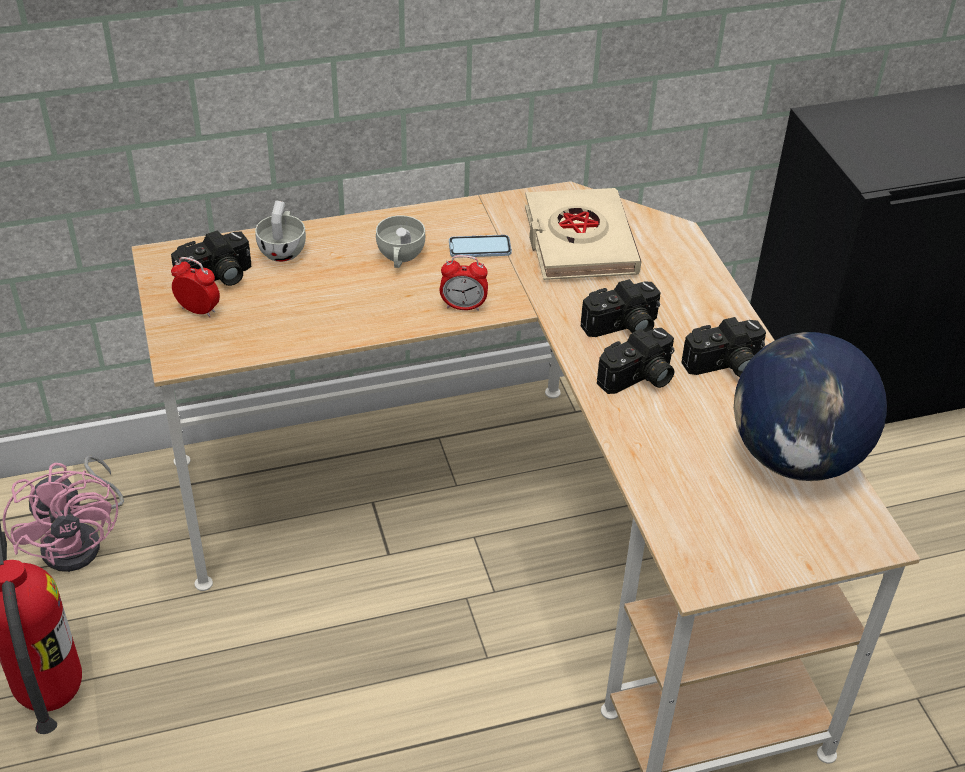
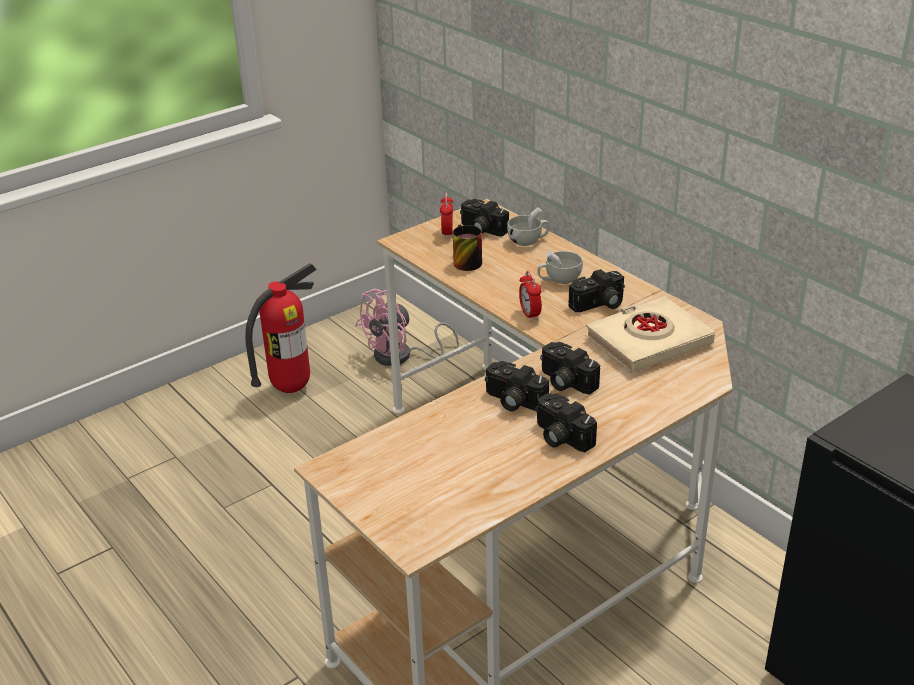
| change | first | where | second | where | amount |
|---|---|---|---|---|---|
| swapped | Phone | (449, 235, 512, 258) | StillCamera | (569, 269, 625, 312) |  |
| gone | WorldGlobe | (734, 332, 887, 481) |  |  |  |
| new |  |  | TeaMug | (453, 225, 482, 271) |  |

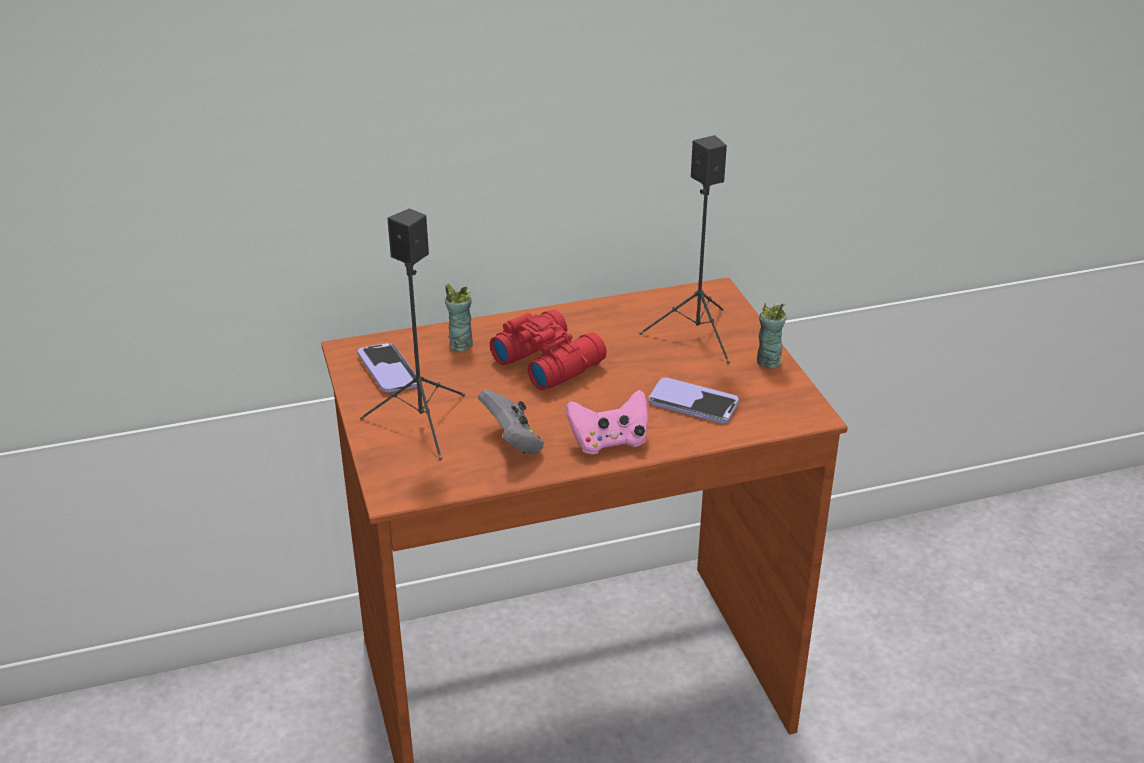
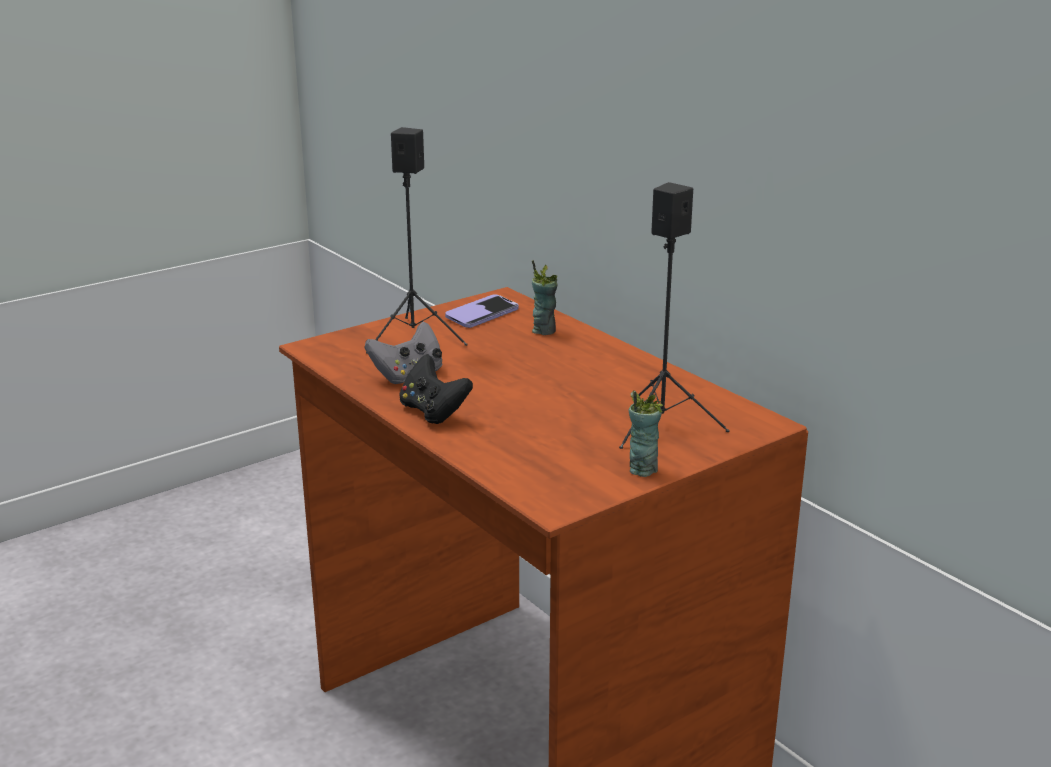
| change | first | where | second | where | amount |
|---|---|---|---|---|---|
| gone | RedBinoculars | (490, 310, 607, 390) |  |  |  |
| repainted | PinkishGamepad | (566, 390, 648, 455) | BlackishGamepad | (399, 354, 473, 424) |  |
| gone | Phone | (649, 378, 739, 424) |  |  |  |

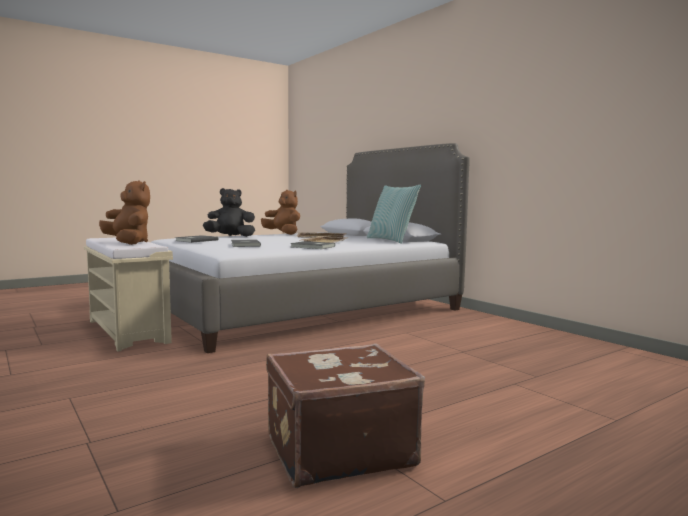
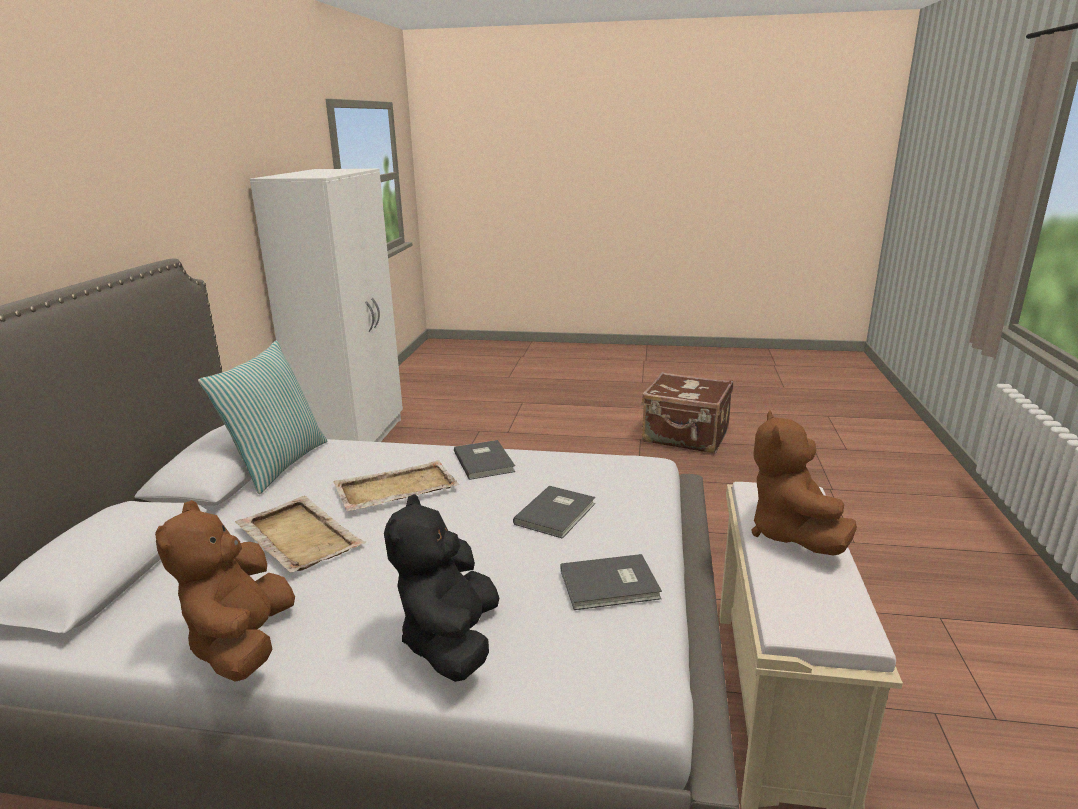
| change | first | where | second | where | amount |
|---|---|---|---|---|---|
| rotated | BlackishPlushToy | (203, 188, 255, 237) |  | (384, 494, 499, 682) | 60 degrees clockwise |
| new |  |  | WhiteColouredArmoire | (250, 169, 403, 442) |  |

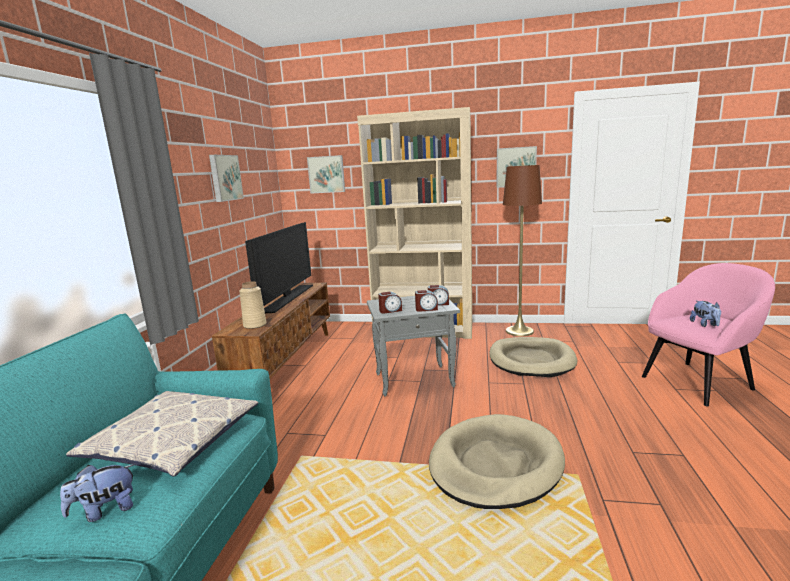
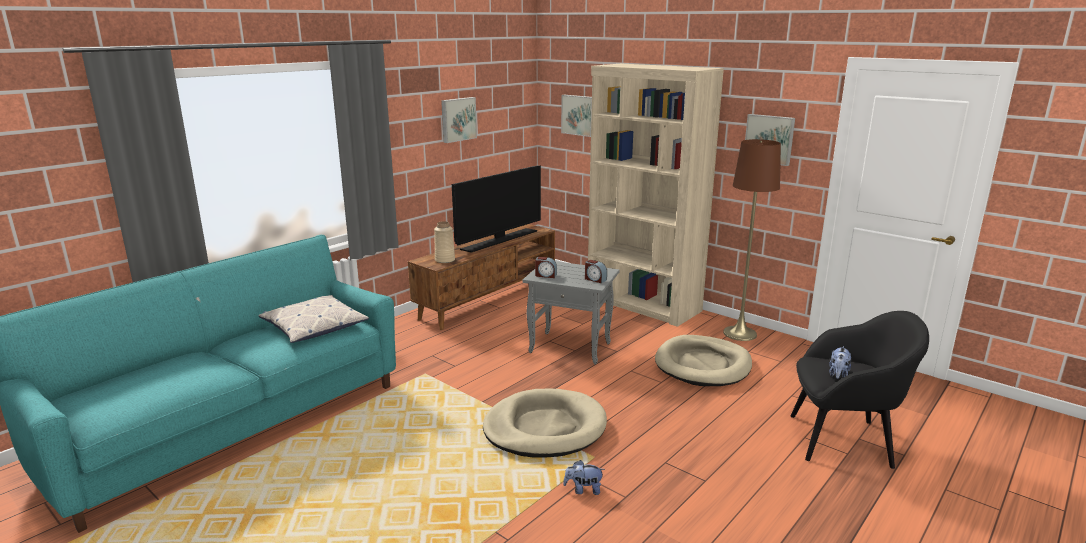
| change | first | where | second | where | amount |
|---|---|---|---|---|---|
| shifted | PlushToy | (60, 465, 134, 522) |  | (563, 460, 605, 495) |  |
| gone | BedsideClock | (415, 290, 438, 312) |  |  |  |
| repainted | PinkishArmchair | (642, 263, 775, 407) | BlackishArmchair | (791, 311, 929, 469) |  |

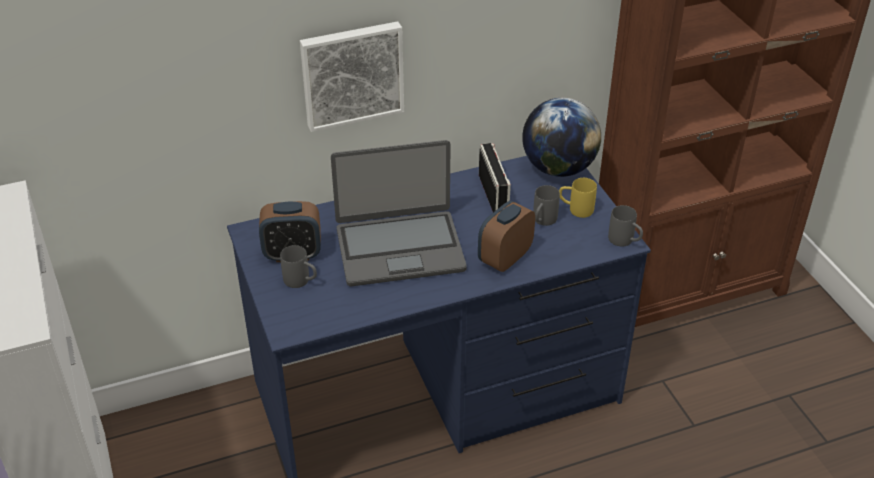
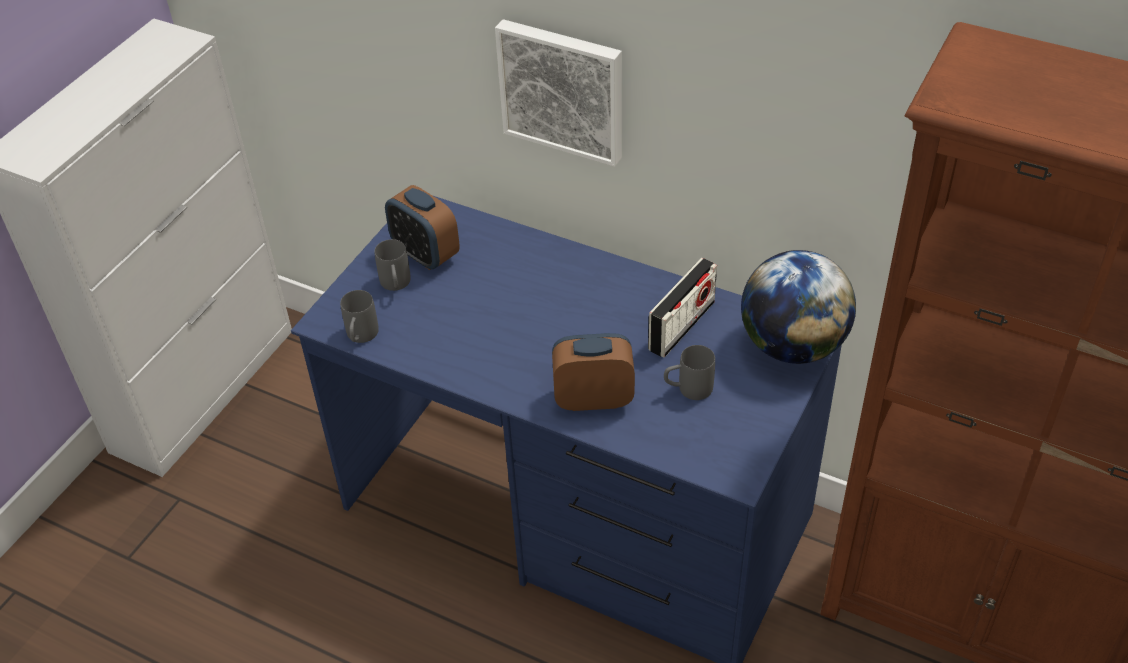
| change | first | where | second | where | amount |
|---|---|---|---|---|---|
| gone | PortableComputer | (331, 140, 467, 286) |  |  |  |
| gone | YellowColouredTeaMug | (559, 178, 597, 218) |  |  |  |
| shifted | GreyishTeaMug | (608, 205, 643, 246) |  | (340, 290, 379, 343) |  |

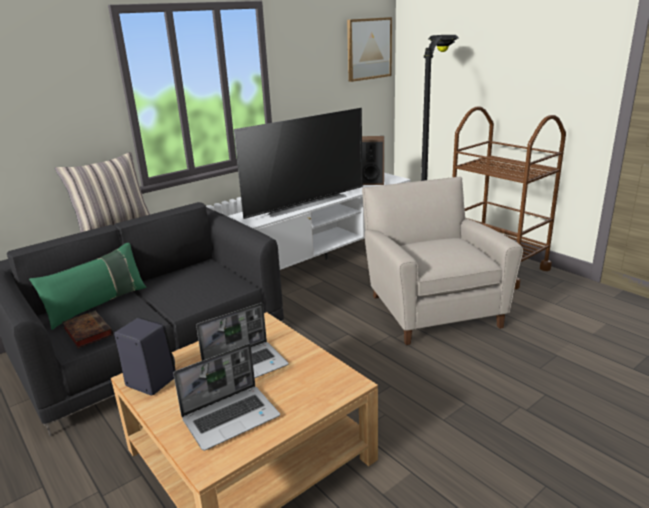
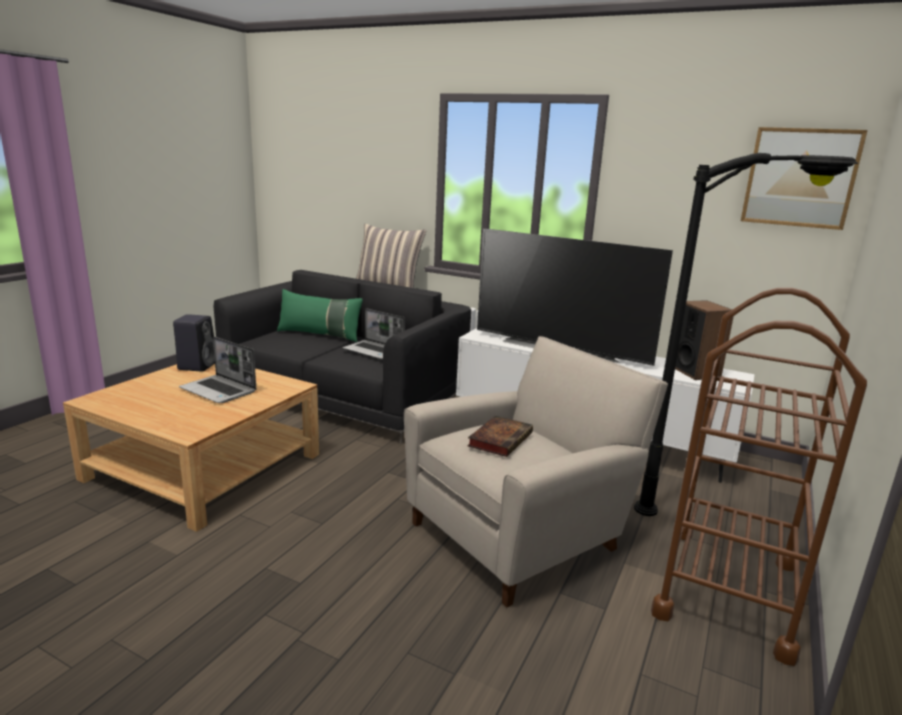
| change | first | where | second | where | amount |
|---|---|---|---|---|---|
| shifted | Book | (62, 311, 113, 348) |  | (467, 416, 533, 457) |  |
| shifted | PortableComputer | (173, 343, 280, 451) |  | (343, 308, 405, 359) |  |

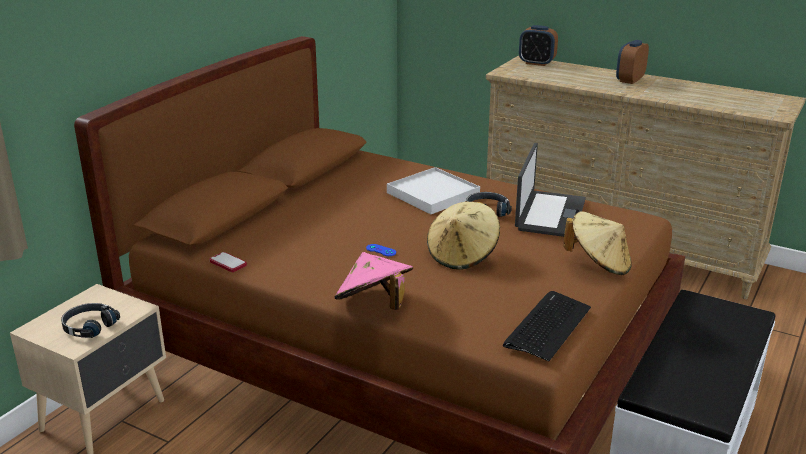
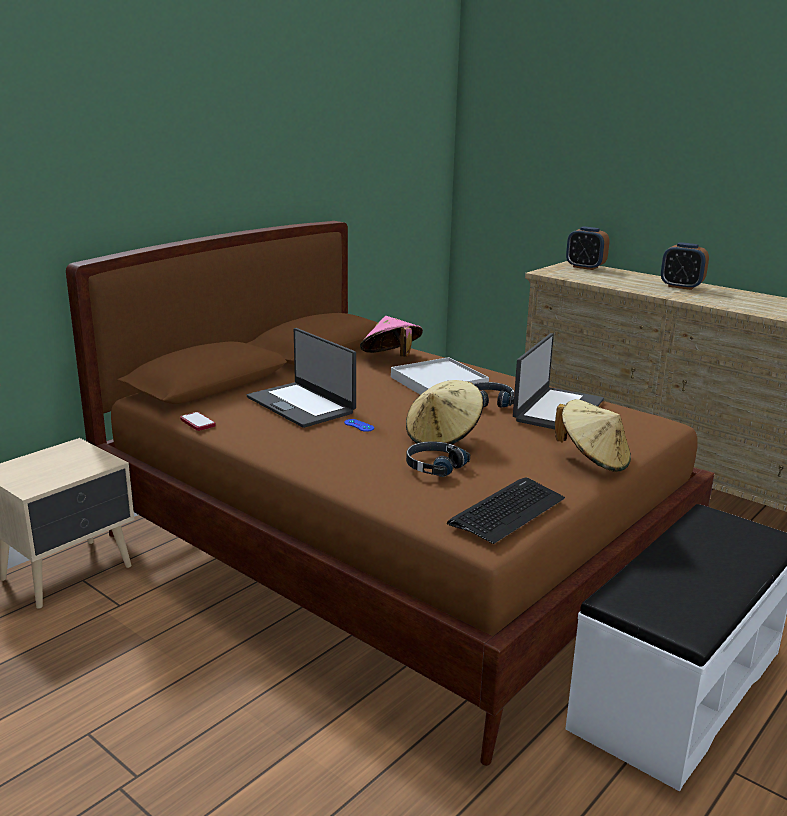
| change | first | where | second | where | amount |
|---|---|---|---|---|---|
| shifted | BlackishHeadphones | (61, 303, 120, 338) |  | (406, 441, 470, 477) |  |
| shifted | PinkishWearableHat | (335, 252, 413, 310) |  | (360, 316, 423, 357) |  |
| rotated | BedsideClock | (616, 40, 649, 84) |  | (661, 242, 709, 290) | 105 degrees counterclockwise |
| new |  |  | PortableComputer | (247, 328, 356, 428) |  |

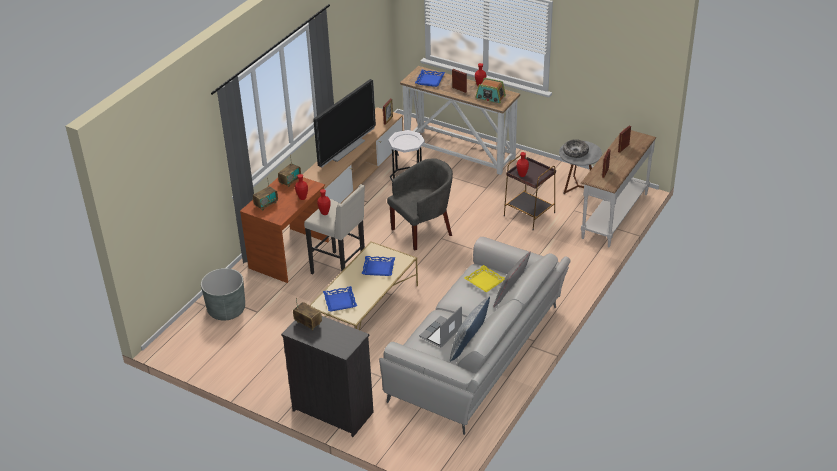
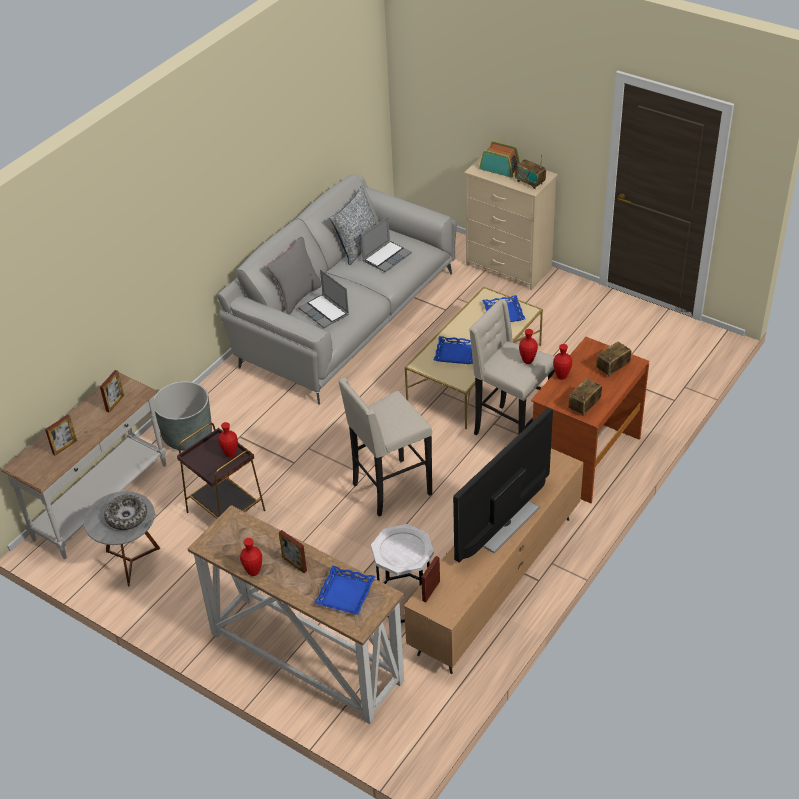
| change | first | where | second | where | amount |
|---|---|---|---|---|---|
| shifted | GreyishPlantPot | (201, 268, 245, 321) |  | (154, 381, 212, 450) |  |
| repainted | BlackishDresser | (281, 316, 374, 437) | BeigeDresser | (464, 156, 558, 290) |  |
| swapped | GreyishArmchair | (387, 158, 453, 250) | BeigeStoolSeat | (338, 378, 432, 517) |  |
| swapped | YellowColouredServingTray | (464, 265, 505, 292) | PortableComputer | (298, 269, 349, 328) |  |
| shifted | RadioSet | (475, 78, 506, 103) |  | (479, 141, 520, 178) |  |

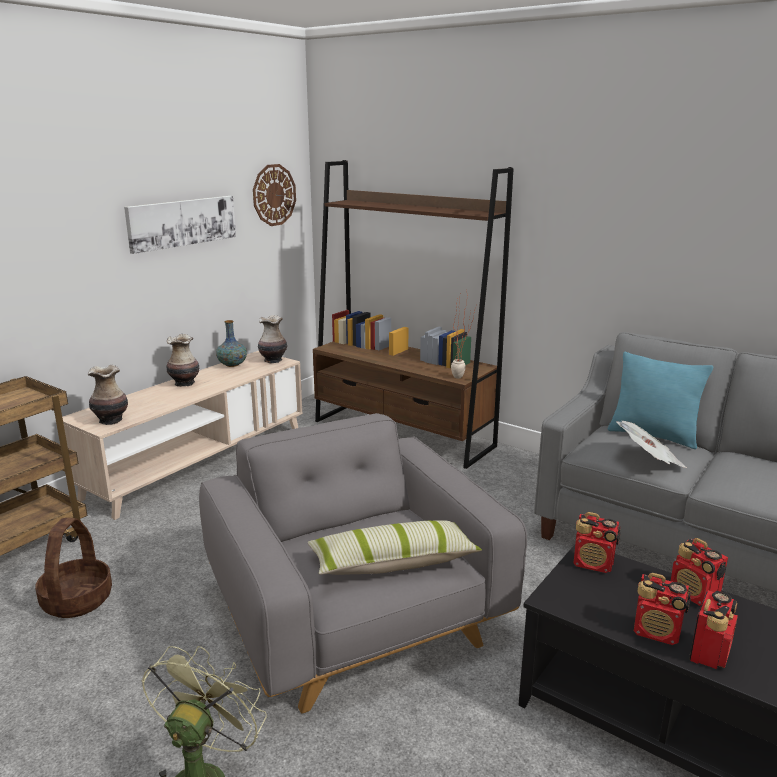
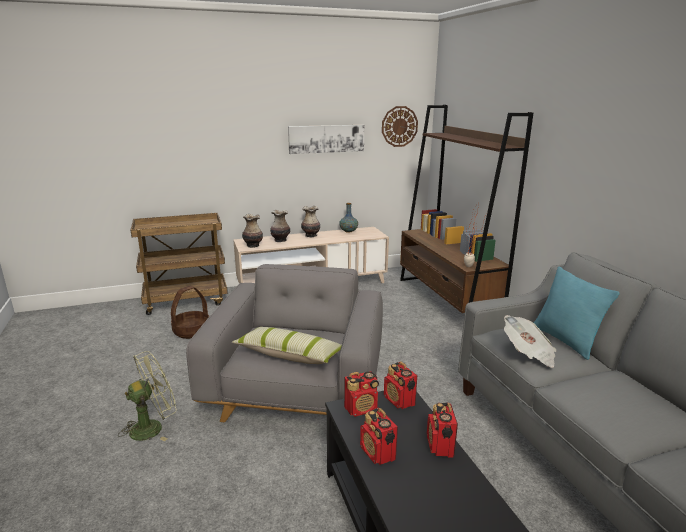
| change | first | where | second | where | amount |
|---|---|---|---|---|---|
| shifted | DecorativeVase | (258, 315, 287, 363) |  | (270, 210, 290, 242) |  |
| shifted | RadioSet | (690, 590, 738, 669) |  | (344, 371, 379, 417) |  |

